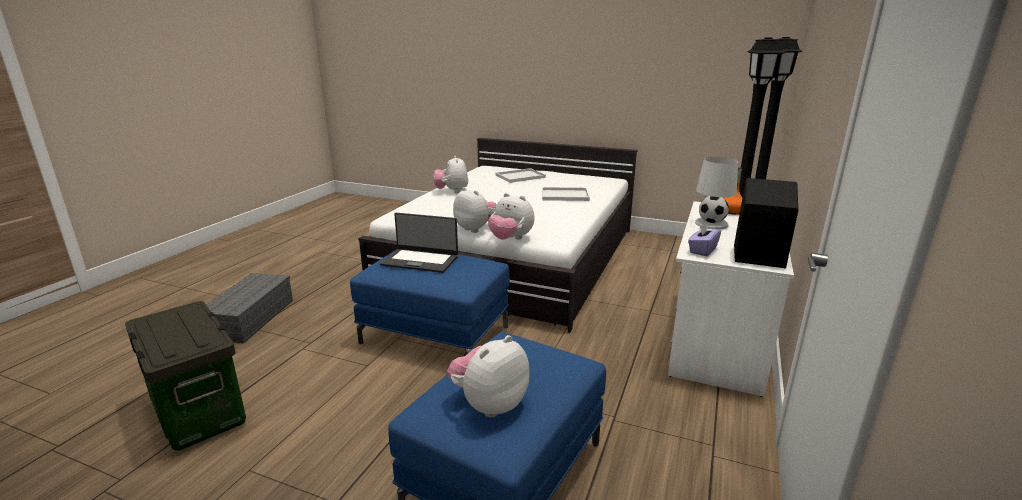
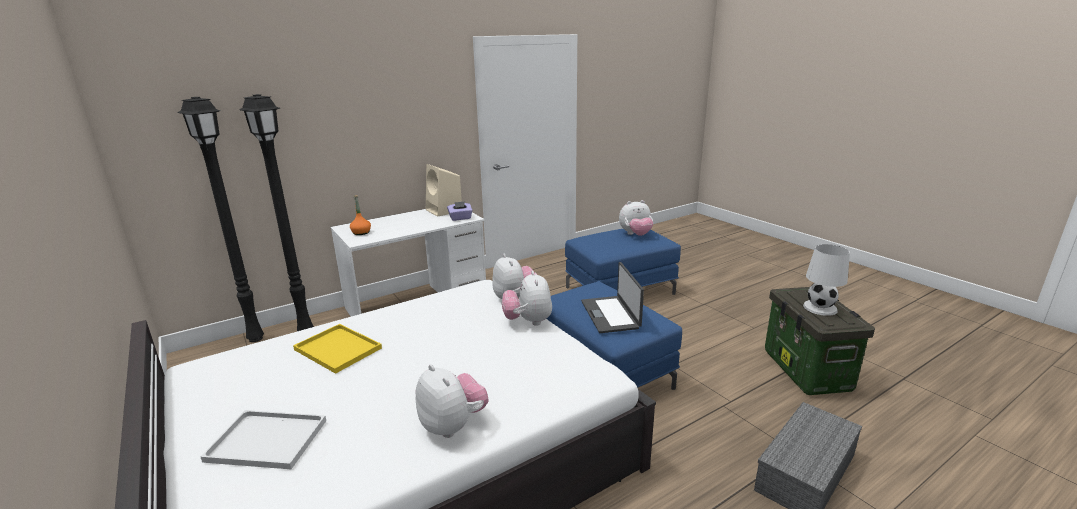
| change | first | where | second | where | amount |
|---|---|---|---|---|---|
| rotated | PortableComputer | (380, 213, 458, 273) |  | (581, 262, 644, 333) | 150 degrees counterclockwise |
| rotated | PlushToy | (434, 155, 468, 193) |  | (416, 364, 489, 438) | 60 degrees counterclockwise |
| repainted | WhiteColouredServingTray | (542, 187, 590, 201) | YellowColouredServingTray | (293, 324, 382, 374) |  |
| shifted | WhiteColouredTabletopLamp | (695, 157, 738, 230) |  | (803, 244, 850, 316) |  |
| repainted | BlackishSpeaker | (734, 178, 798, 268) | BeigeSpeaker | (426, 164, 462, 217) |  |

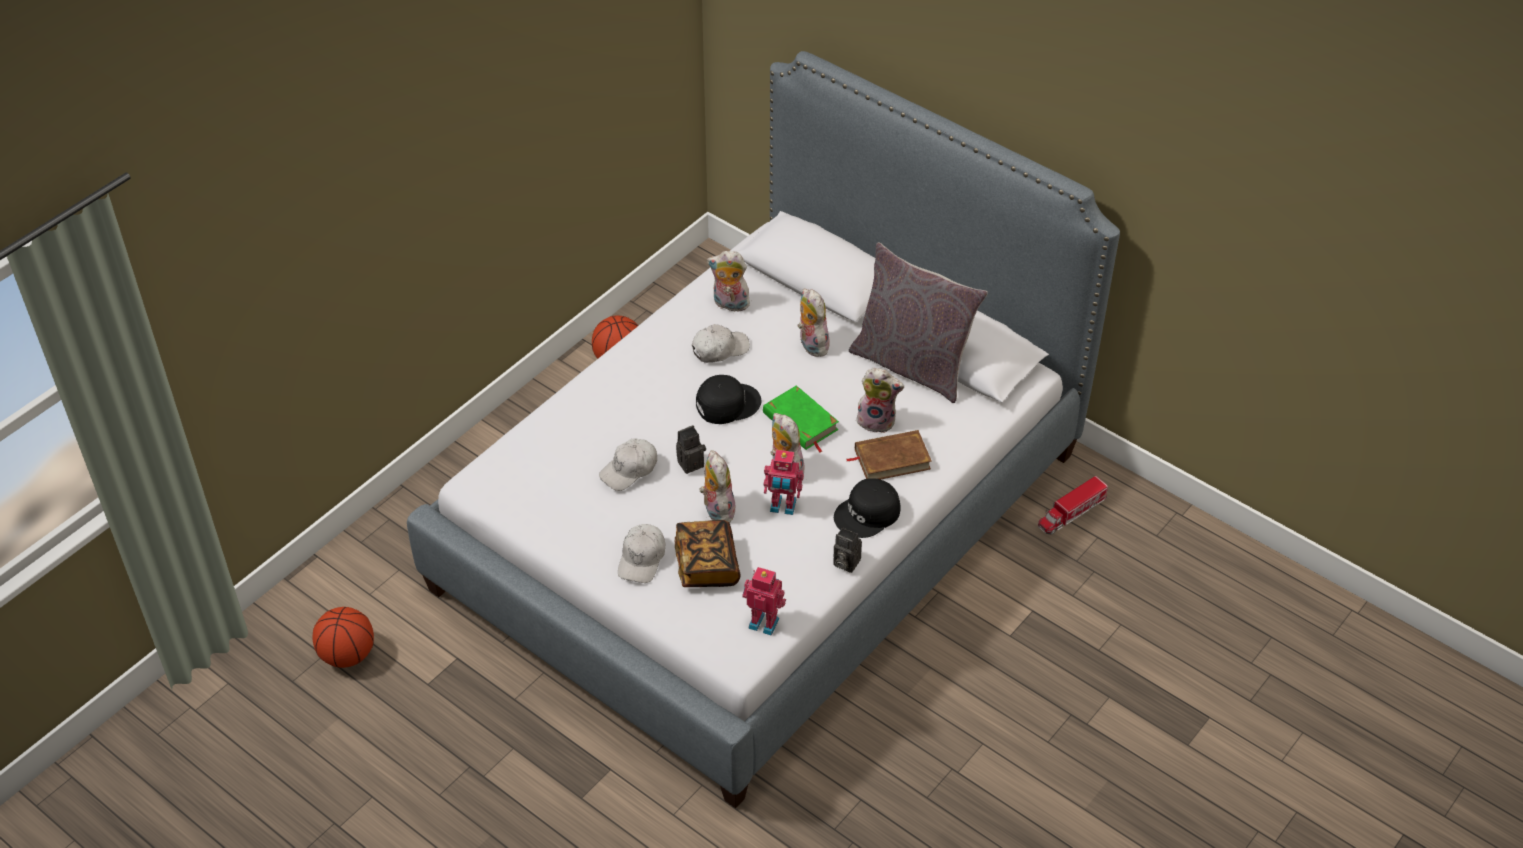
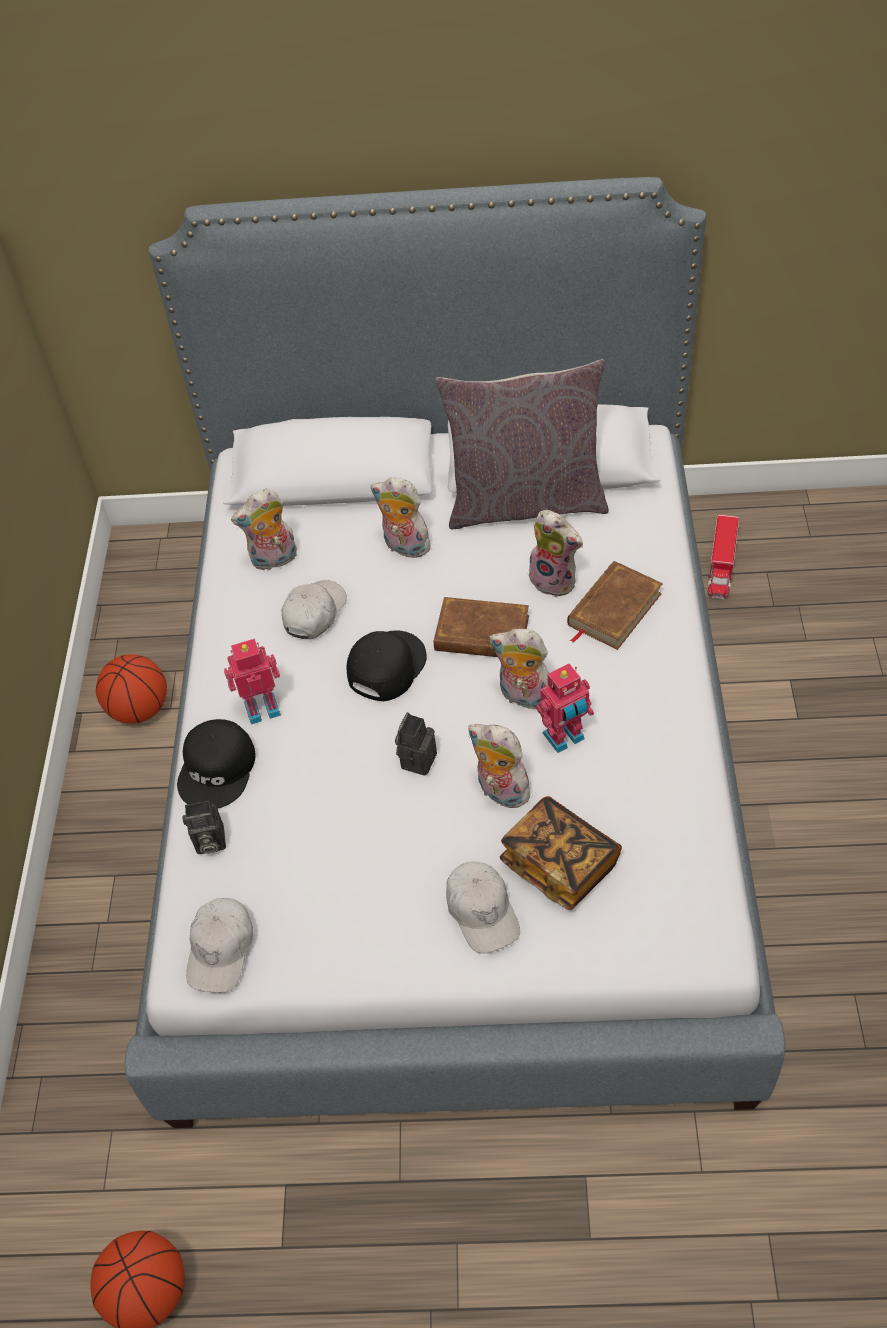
| change | first | where | second | where | amount |
|---|---|---|---|---|---|
| shifted | WhiteColouredBaseballCap | (599, 439, 657, 491) |  | (186, 898, 253, 992) |  |
| shifted | ModelRobot | (743, 567, 786, 636) |  | (224, 638, 281, 724) |  |
| repainted | GreenColouredBook | (763, 385, 839, 452) | BrownBook | (434, 597, 529, 657) |  |
| shifted | StillCamera | (833, 527, 862, 573) |  | (182, 800, 226, 854) |  |
| shifted | BlackishBaseballCap | (834, 478, 901, 538) |  | (177, 719, 256, 809) |  |
| rotated | PlushToy | (857, 368, 904, 433) |  | (529, 510, 583, 598) | 60 degrees clockwise |

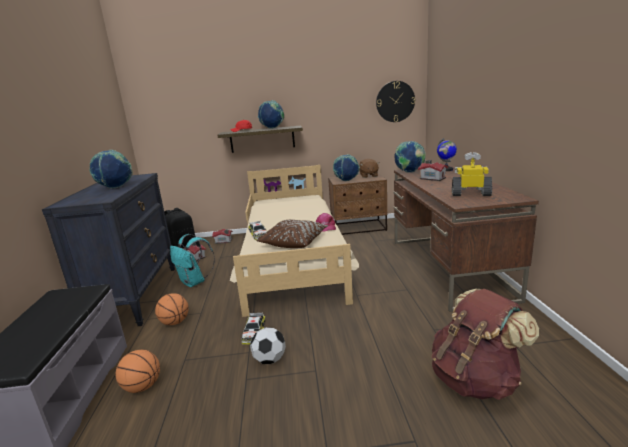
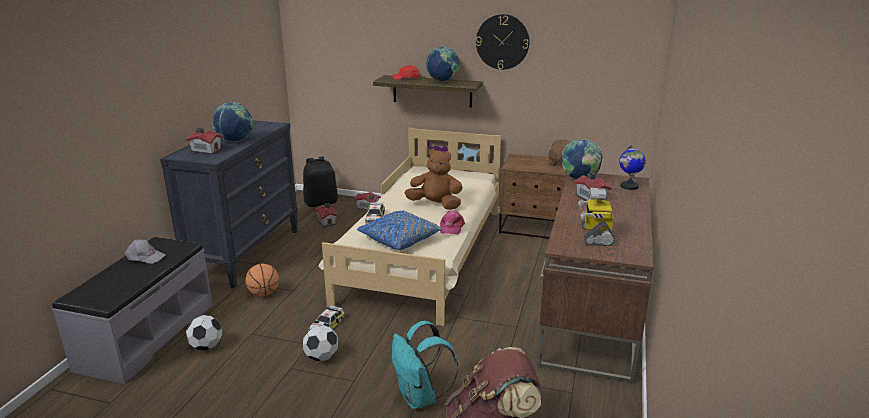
| change | first | where | second | where | amount |
|---|---|---|---|---|---|
| swapped | BallForBasketball | (116, 350, 160, 393) | Football | (186, 315, 222, 351) |  |
| shifted | BlueGreenRucksack | (170, 234, 215, 287) |  | (392, 321, 458, 409) |  |
| repainted | BrownThrowPillow | (256, 220, 328, 248) | BlueThrowPillow | (357, 211, 444, 250) |  |
| gone | WorldGlobe | (333, 154, 360, 181) |  |  |  |
| shifted | ClockOnTheWall | (376, 81, 415, 122) |  | (476, 14, 530, 70) |  |
| rotated | ModelRobot | (452, 152, 492, 196) |  | (578, 188, 615, 246) | 120 degrees counterclockwise |
| new |  |  | GreyishBaseballCap | (123, 239, 165, 264) |  |
| new |  |  | ToyHouse | (186, 128, 223, 155) |  |
| new |  |  | BrownPlushToy | (404, 148, 463, 210) |  |

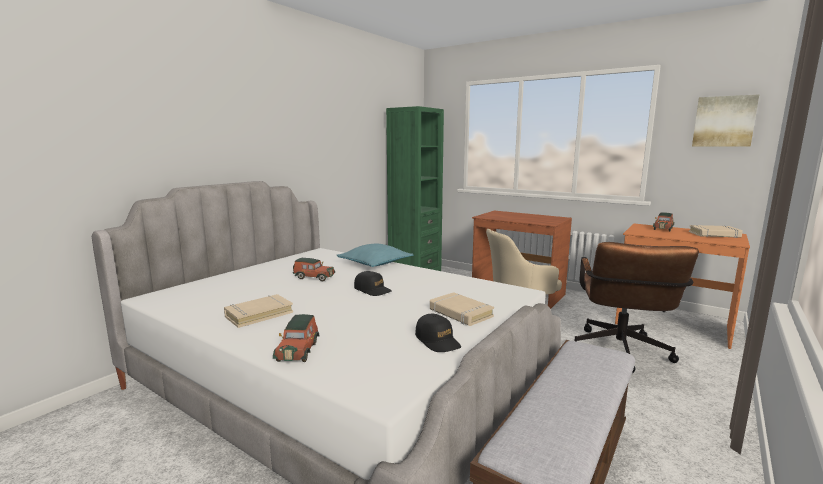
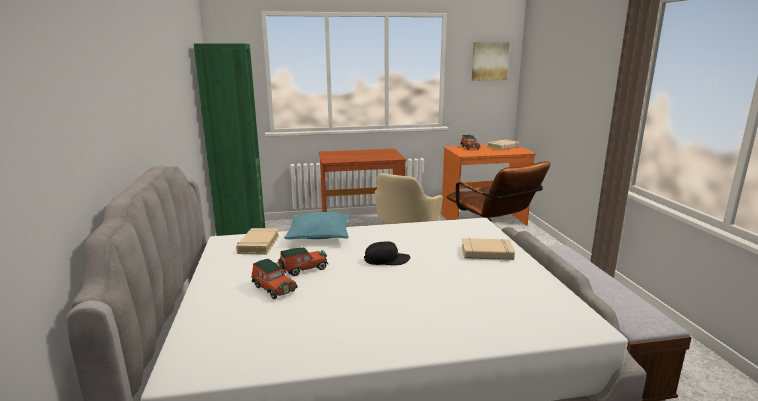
| change | first | where | second | where | amount |
|---|---|---|---|---|---|
| shifted | BeigeBook | (224, 294, 293, 328) |  | (236, 228, 279, 255) |  |
| shifted | MiniatureCar | (273, 314, 319, 362) |  | (251, 259, 298, 299) |  |
| gone | BlackishBaseballCap | (415, 314, 461, 352) |  |  |  |

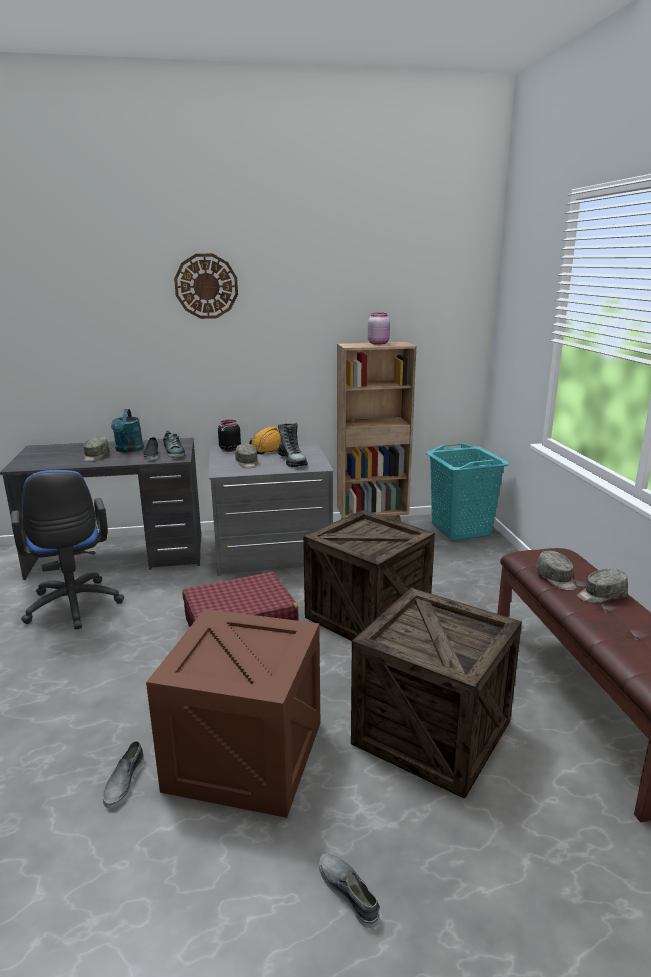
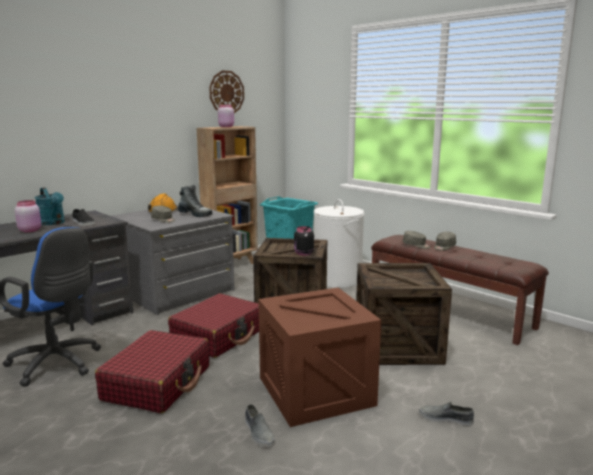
| change | first | where | second | where | amount |
|---|---|---|---|---|---|
| swapped | GreyishBaseballCap | (83, 437, 110, 462) | PinkishPreserveJar | (15, 200, 41, 232) |  |
| gone | ItemOfFootwear | (163, 430, 185, 458) |  |  |  |
| shifted | ClockOnTheWall | (174, 254, 238, 319) |  | (209, 71, 244, 113) |  |
| shifted | BlackishPreserveJar | (218, 420, 241, 452) |  | (294, 226, 314, 256) |  |
| new |  |  | RedSuitcase | (95, 330, 209, 413) |  |
| new |  |  | WhiteColouredHamper | (313, 199, 364, 288) |  |

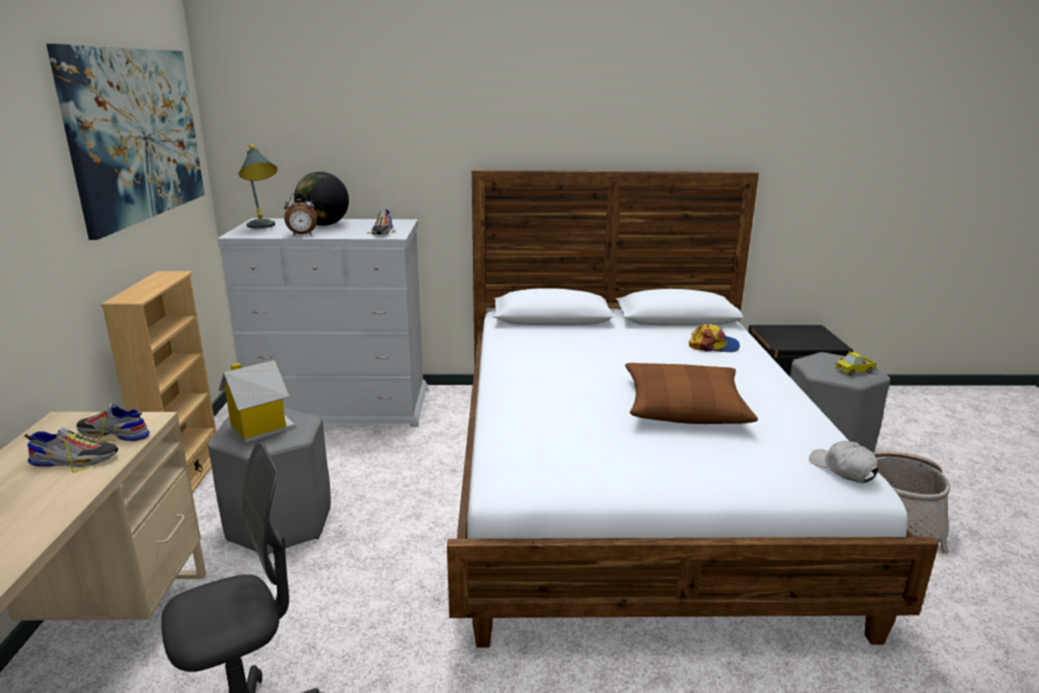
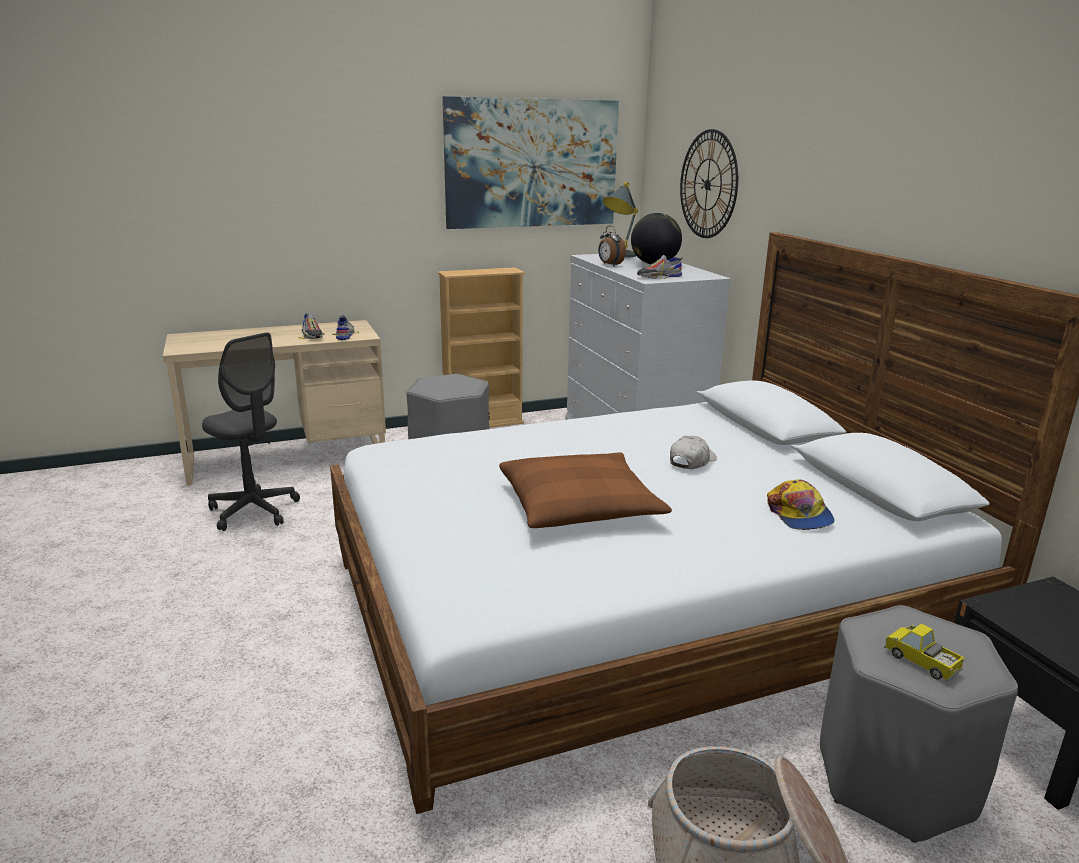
| change | first | where | second | where | amount |
|---|---|---|---|---|---|
| gone | ToyHouse | (218, 360, 295, 443) |  |  |  |
| shifted | WhiteColouredBaseballCap | (809, 441, 879, 483) |  | (670, 436, 717, 469) |  |
| new |  |  | ClockOnTheWall | (680, 129, 738, 238) |  |

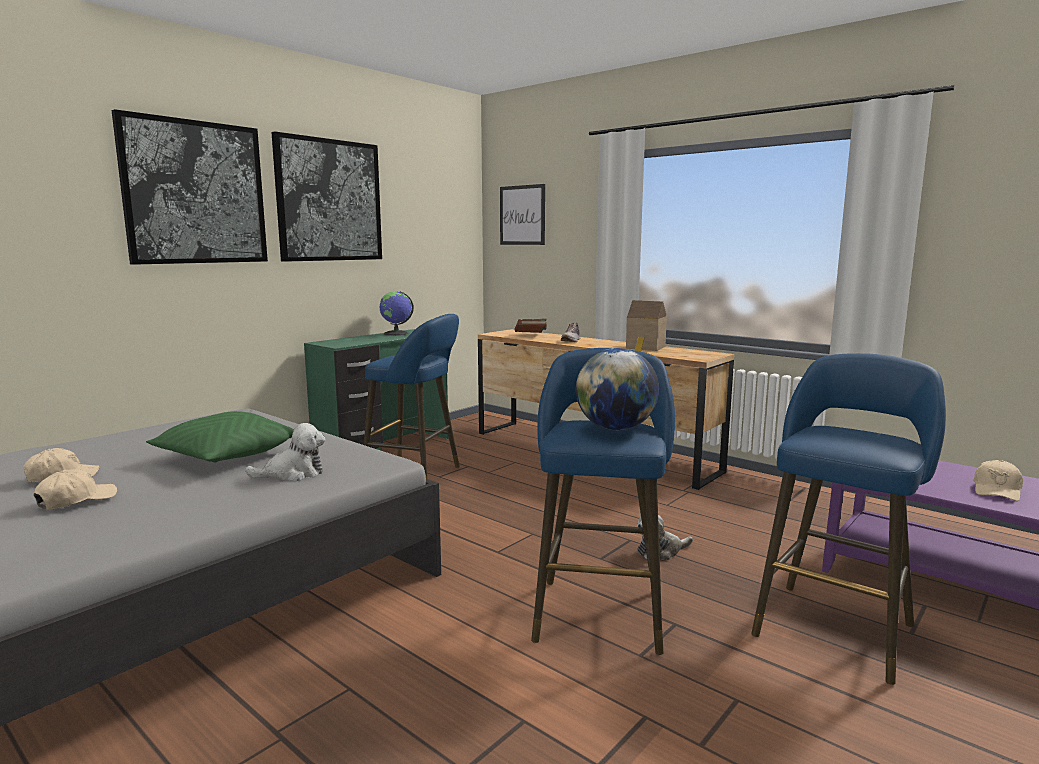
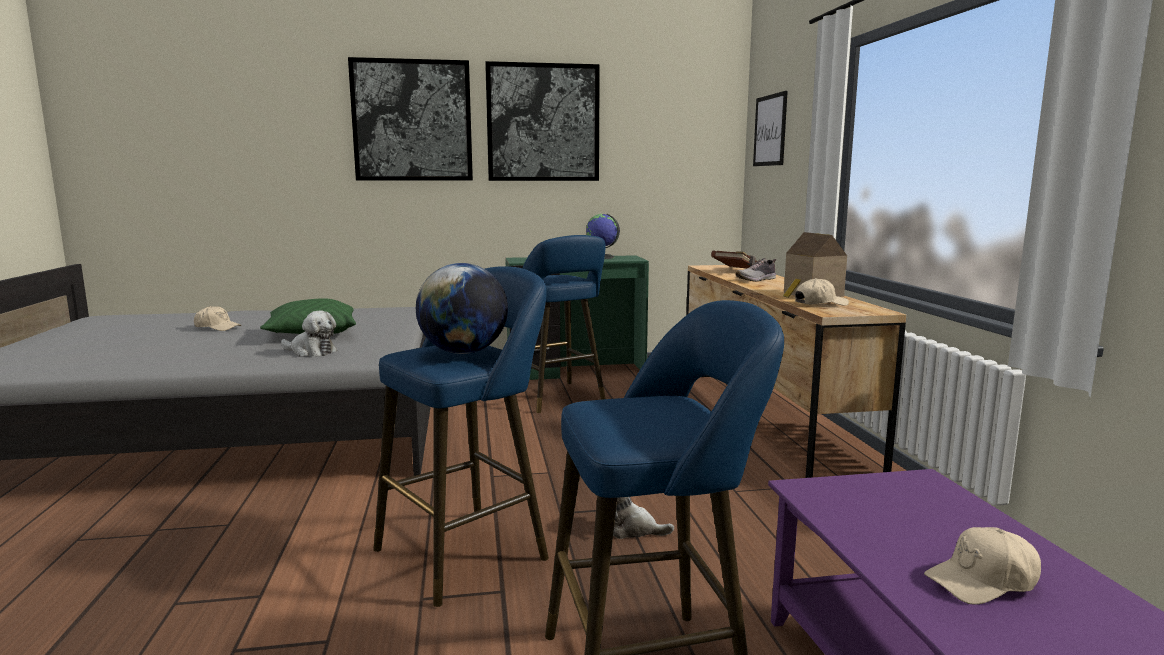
| change | first | where | second | where | amount |
|---|---|---|---|---|---|
| shifted | BeigeBaseballCap | (34, 469, 117, 509) |  | (795, 278, 849, 306) |  |

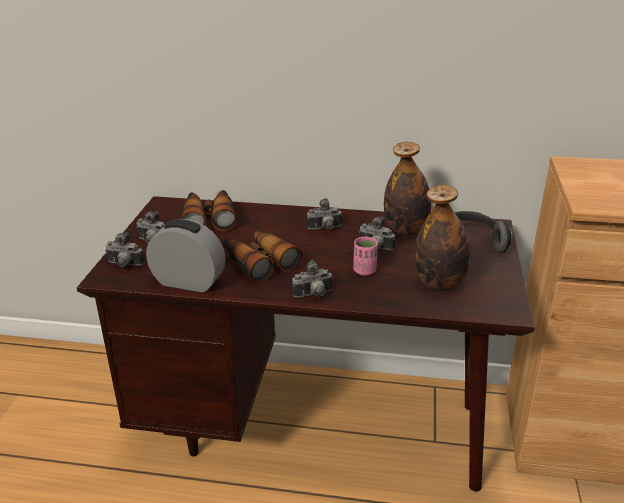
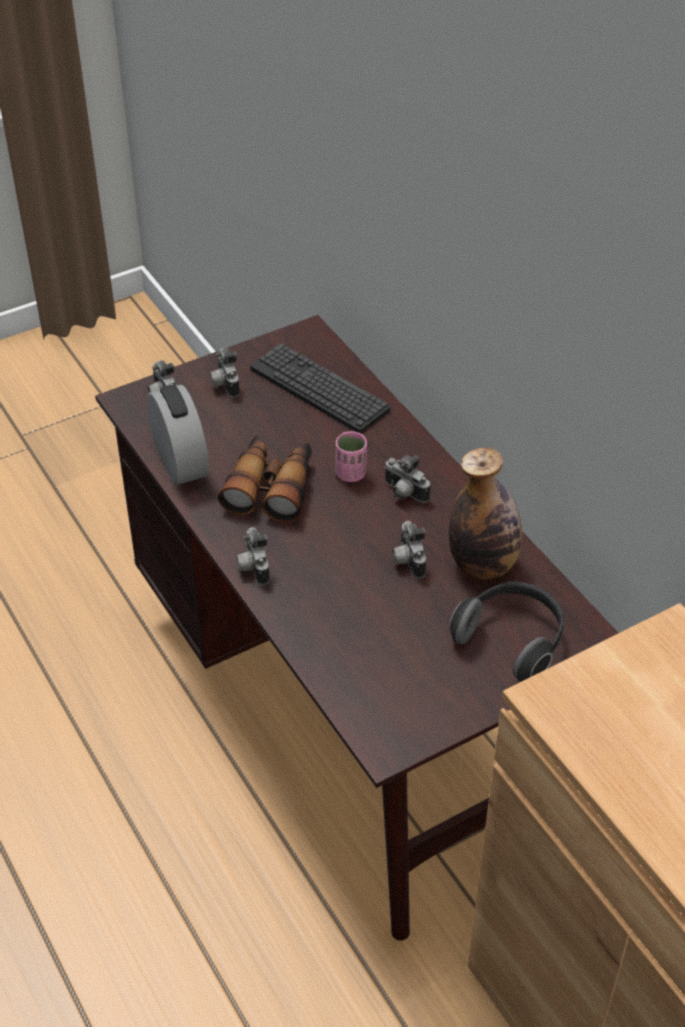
| change | first | where | second | where | amount |
|---|---|---|---|---|---|
| swapped | Binoculars | (181, 190, 237, 231) | ComputerKeyboard | (250, 344, 390, 434) |  |
| rotated | StillCamera | (292, 260, 333, 298) |  | (236, 527, 270, 585) | 45 degrees clockwise |
| shifted | PinkishSmallCup | (353, 237, 378, 276) |  | (335, 432, 367, 482) |  |
| gone | BeverageBottle | (415, 185, 470, 291) |  |  |  |

